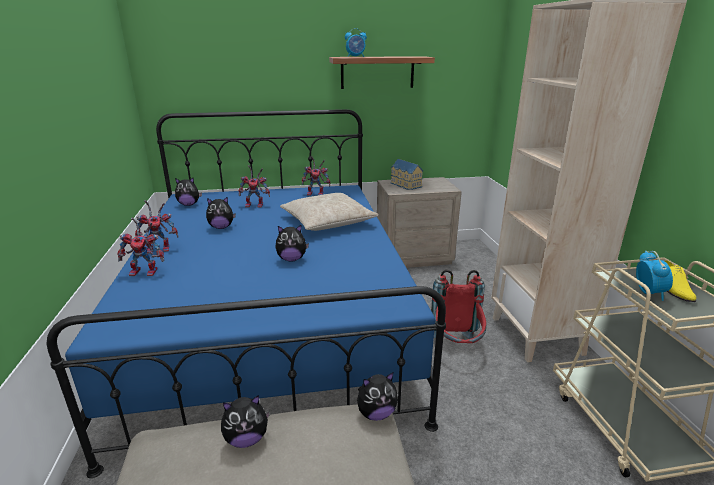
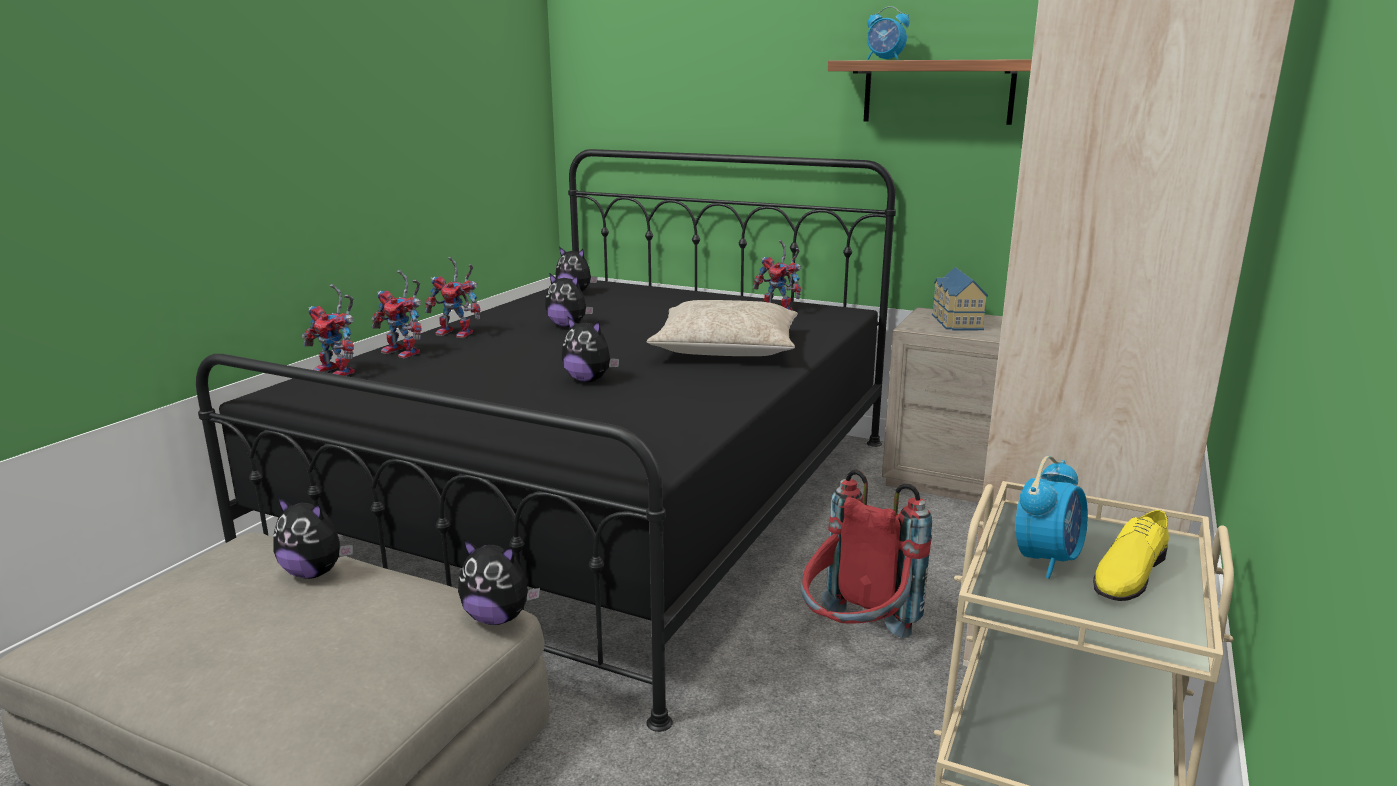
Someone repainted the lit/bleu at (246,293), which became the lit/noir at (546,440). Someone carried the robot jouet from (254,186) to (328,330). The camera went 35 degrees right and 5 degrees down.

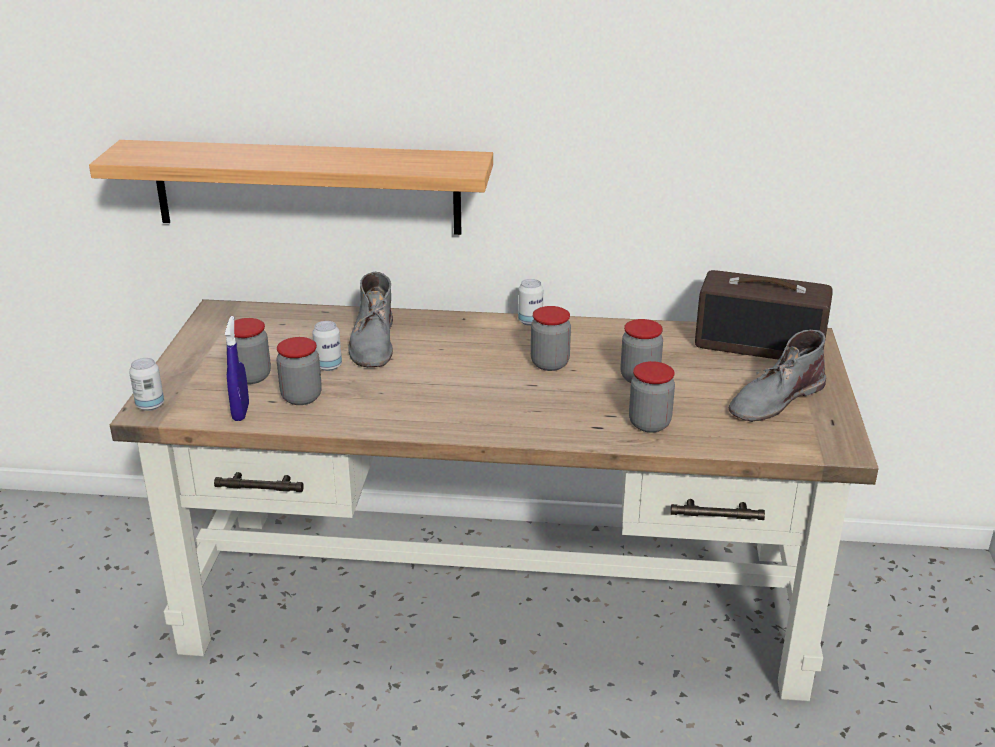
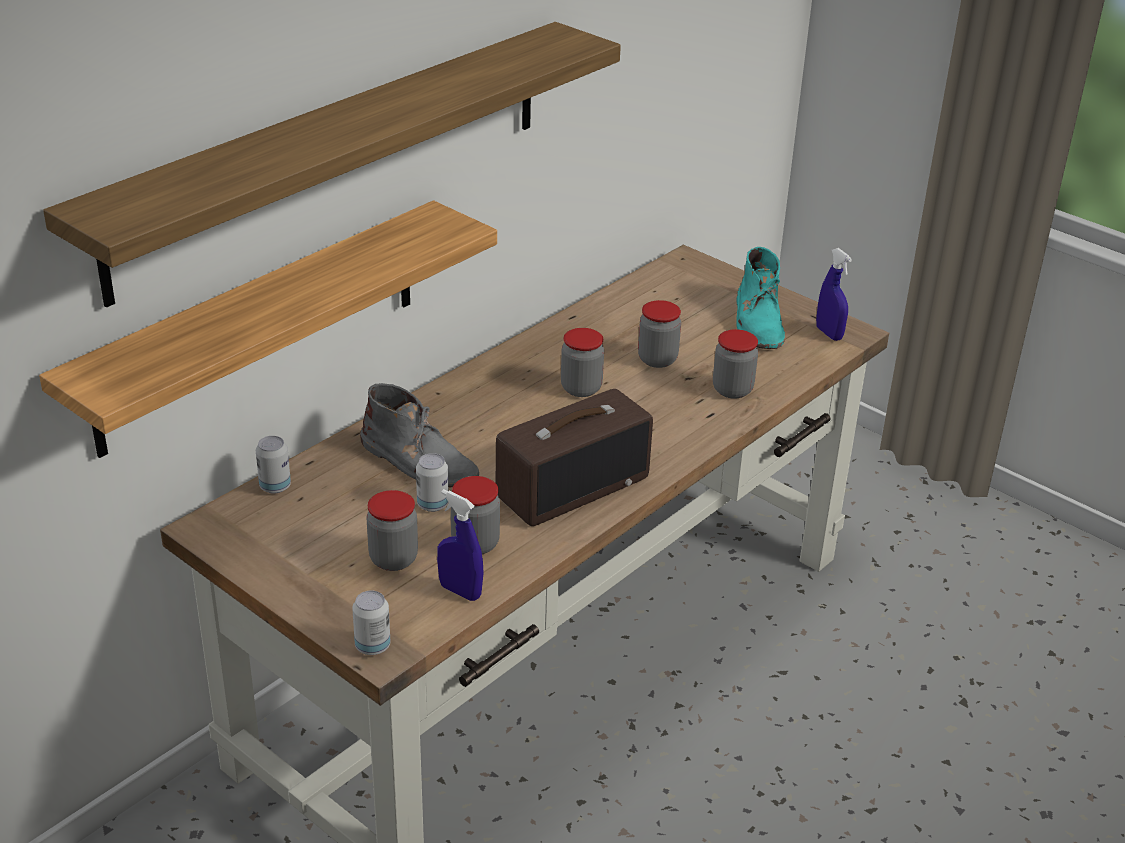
Someone put up the étagère at (332,164). Someone carried the boîte métallique from (530,302) to (273,465). Someone carried the radio from (764,315) to (574,457). Someone repainted the botte/gris at (777,376), which became the botte/turquoise at (760,298). Someone put down the vaporisateur/bleu at (834,294). The camera went 55 degrees left and 5 degrees up.

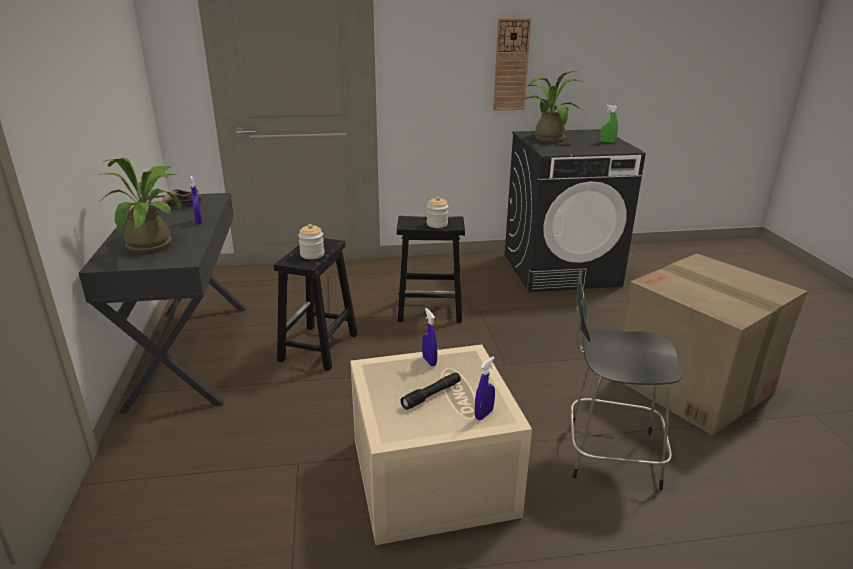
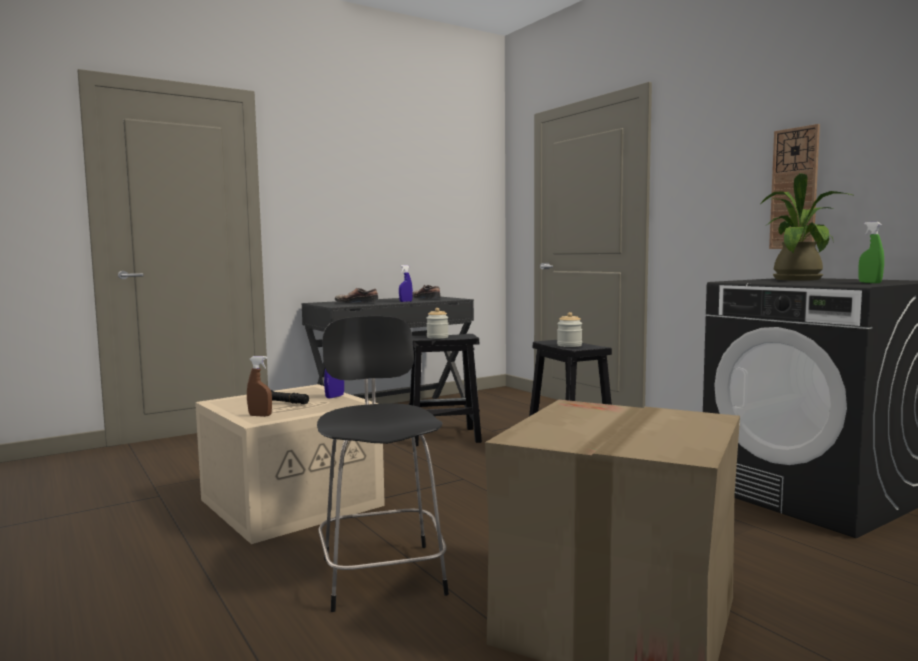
Someone repainted the vaporisateur/bleu at (485,388), which became the vaporisateur/marron at (259,386). Someone swapped the plante en pot at (140,205) for the chaussure at (356,295). The camera went 65 degrees right and 20 degrees down.

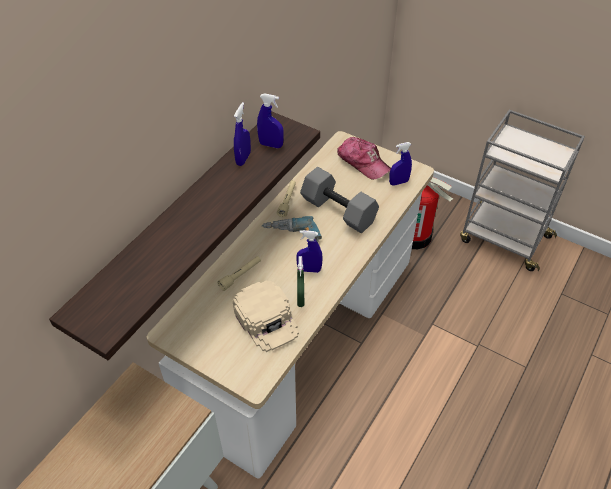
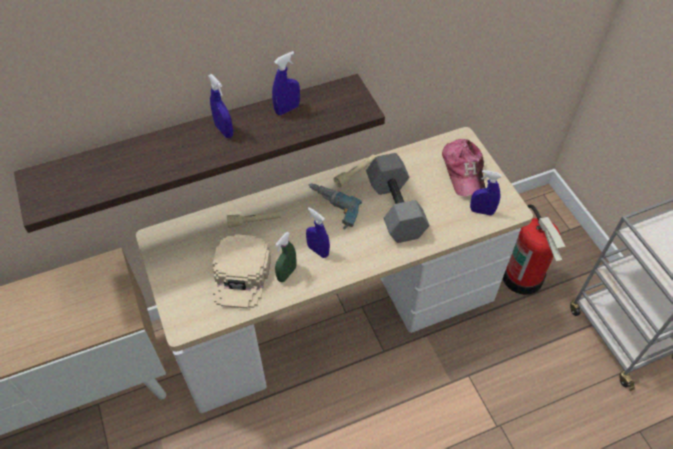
Someone carried the vaporisateur/bleu from (270,120) to (220,106). The camera went 35 degrees right and 5 degrees up.

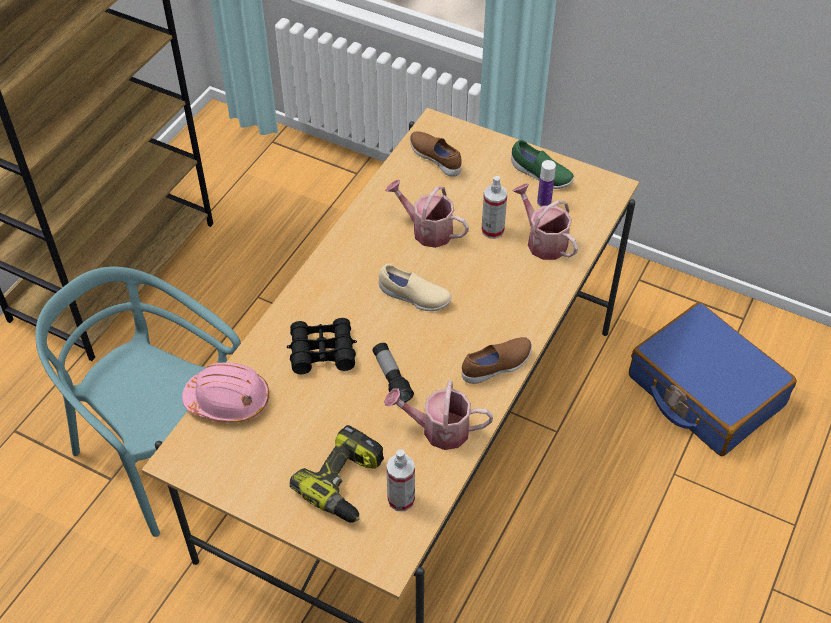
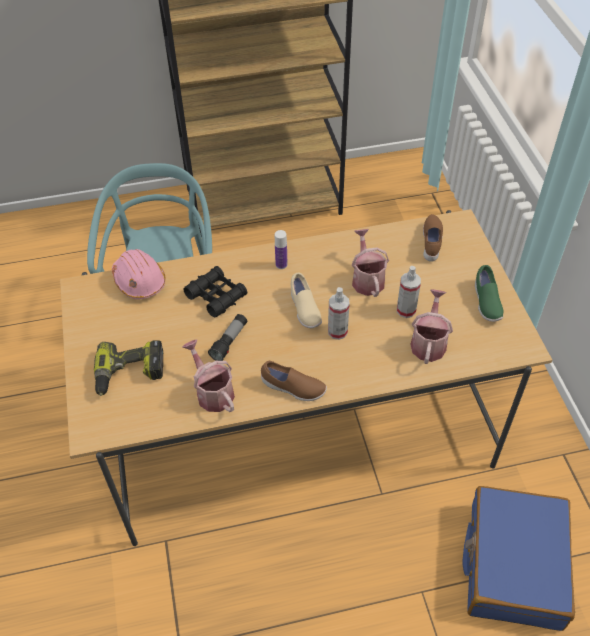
Someone carried the bouteille from (546,183) to (281,249). Someone carried the vaporisateur from (400,480) to (339,313). The camera went 50 degrees right and 0 degrees up.

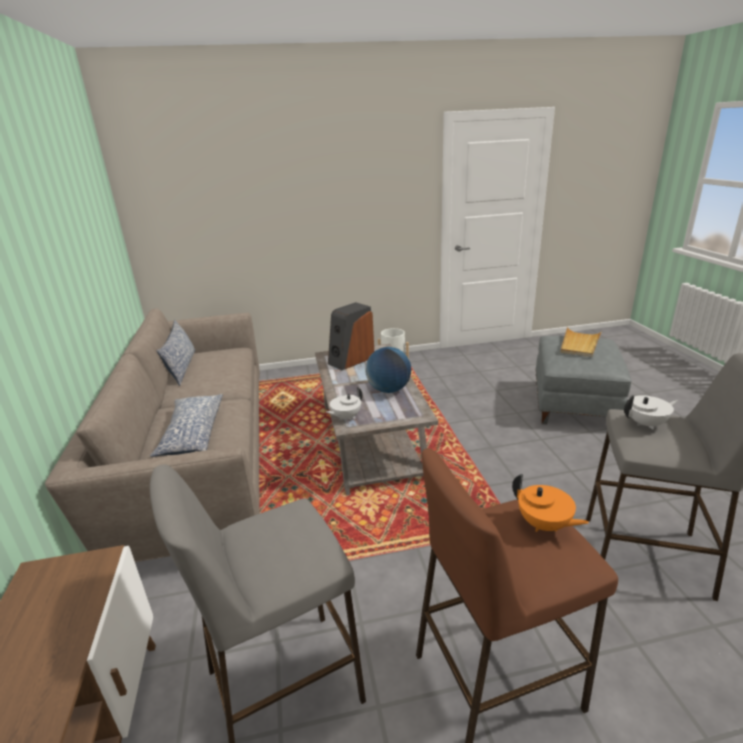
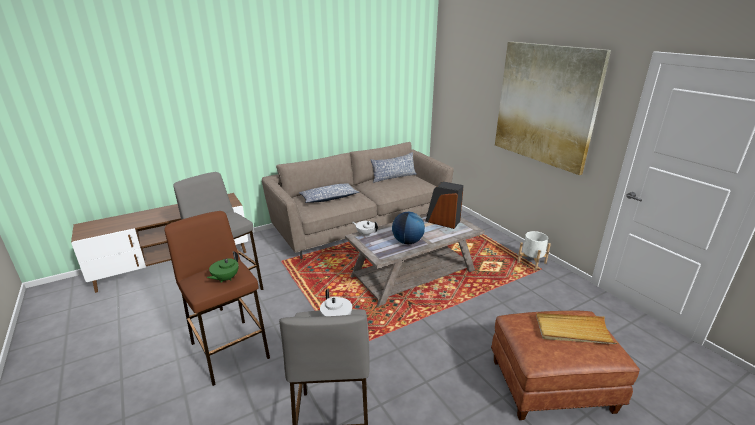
Someone repainted the théière/orange at (550,503), which became the théière/vert at (223,266). Someone repainted the pouf/gris at (583,380), which became the pouf/marron at (565,365). Someone put up the tableau at (553,108). The camera went 70 degrees right and 0 degrees up.

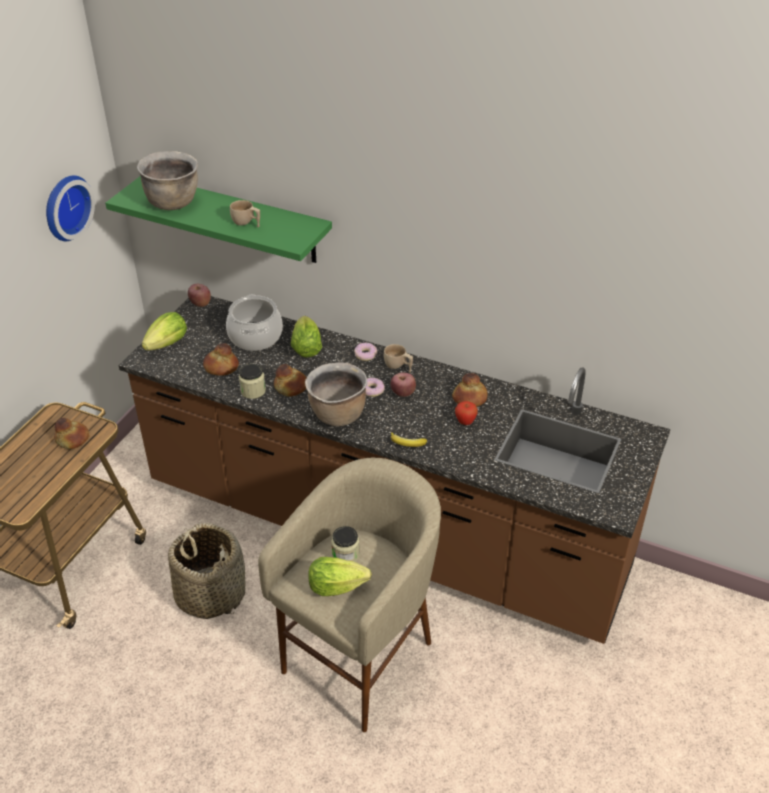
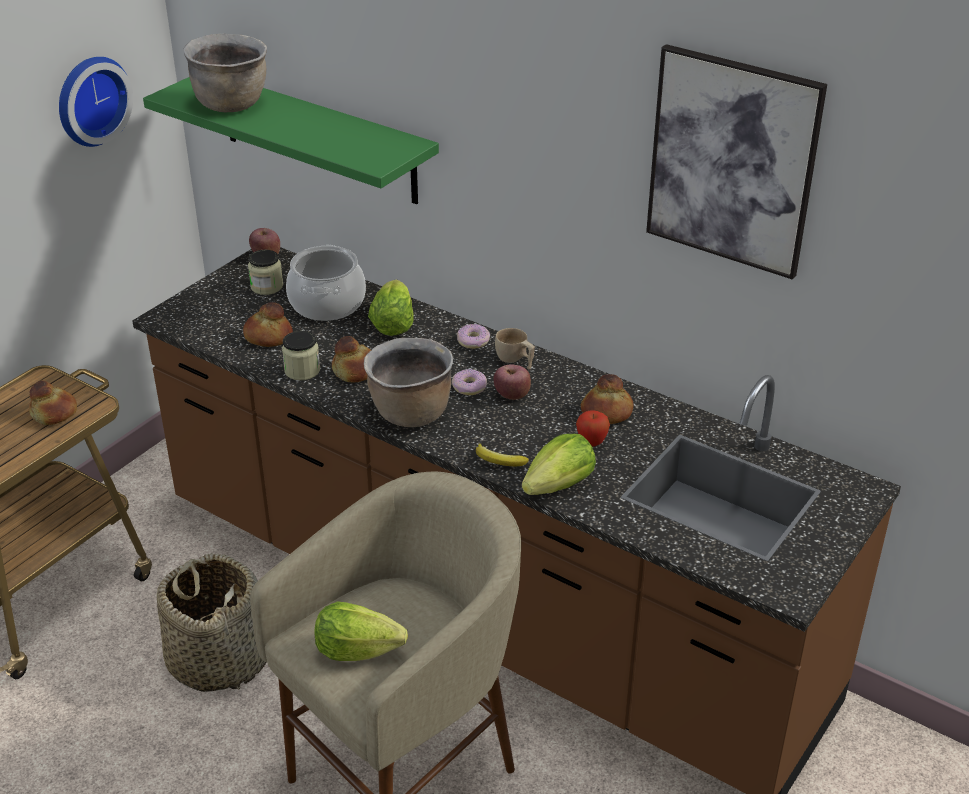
Someone carried the bocal from (345,544) to (265,272). Someone carried the laitue from (164,331) to (559,464). Someone put up the tableau at (736,161). Someone took away the tasse/beige at (245,213). The camera went 10 degrees right and 5 degrees down.

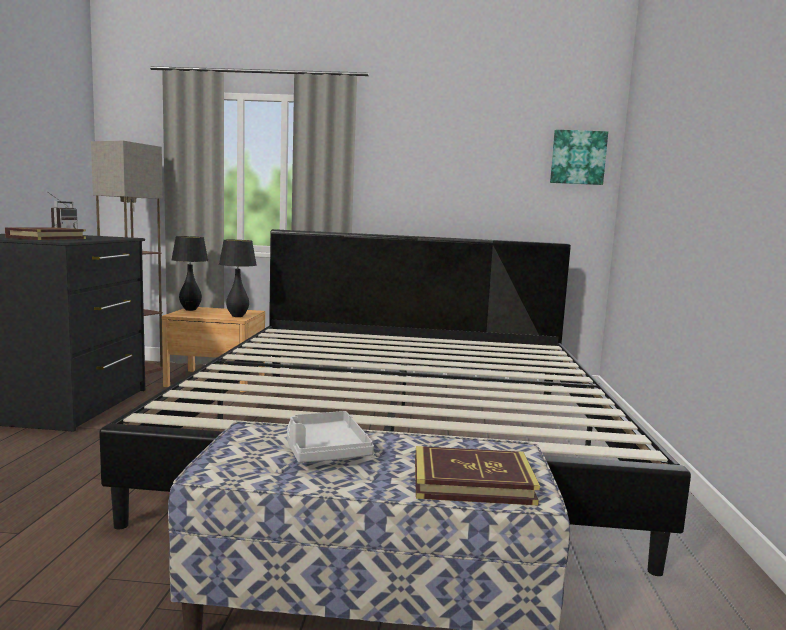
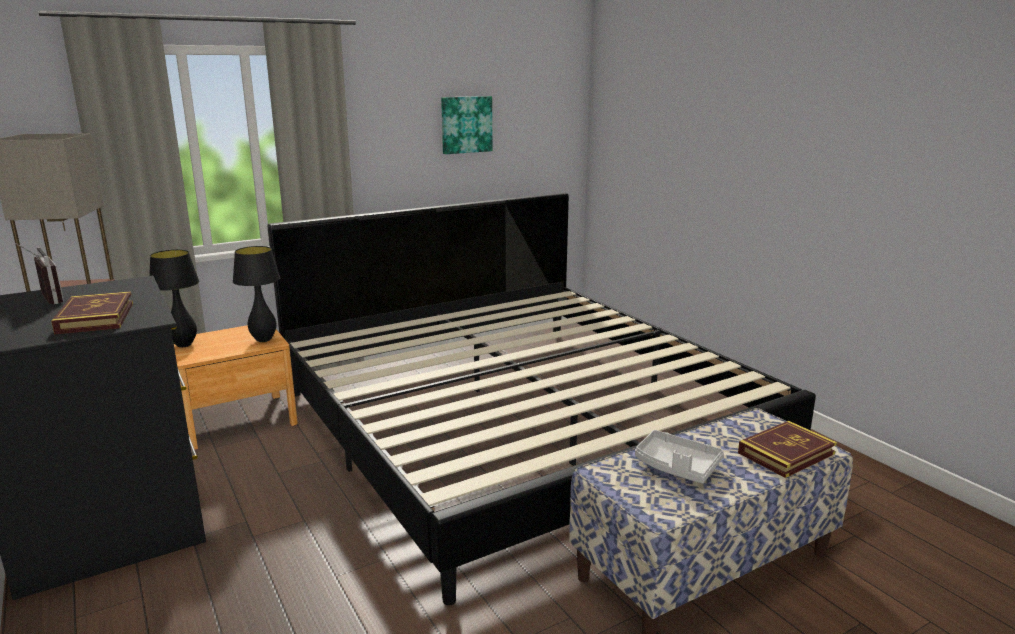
Someone carried the tableau from (579,157) to (467,125). The camera went 35 degrees left and 10 degrees up.

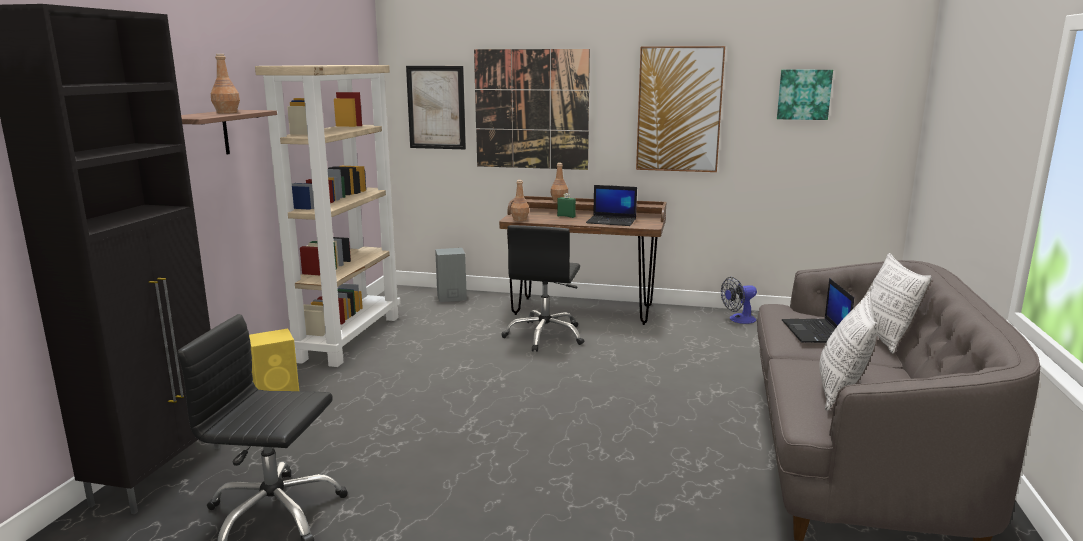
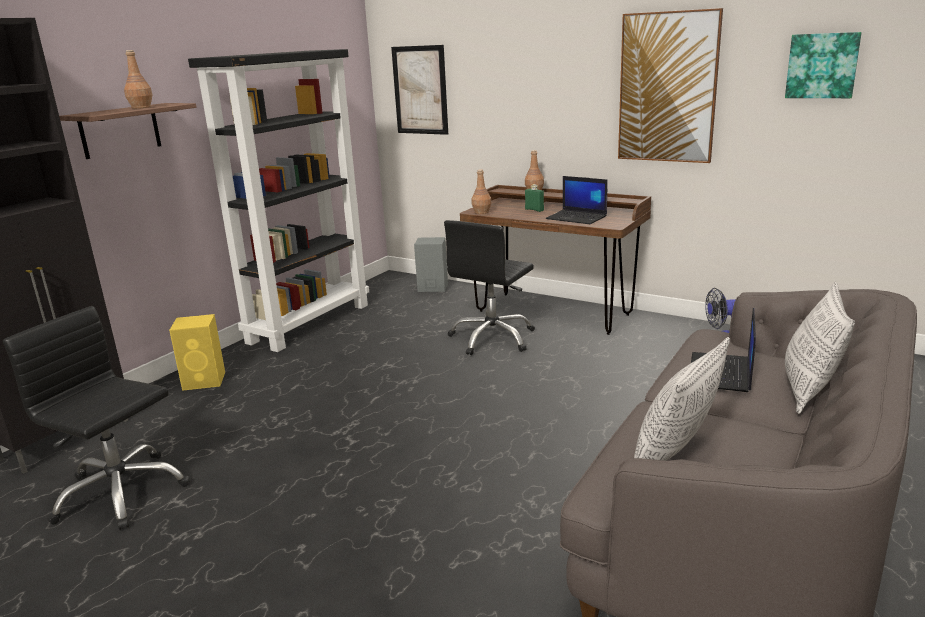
Someone repainted the bibliothèque/beige at (327,216), which became the bibliothèque/noir at (278,200). Someone took away the tableau at (532,109). The camera went 20 degrees right and 5 degrees up.

